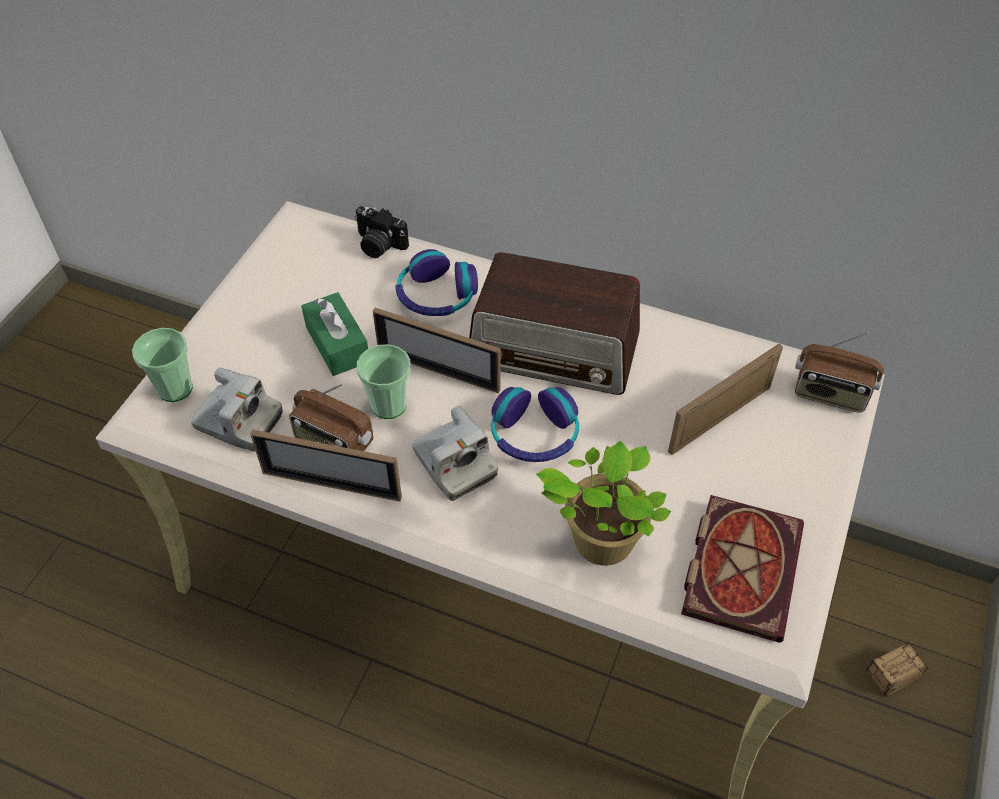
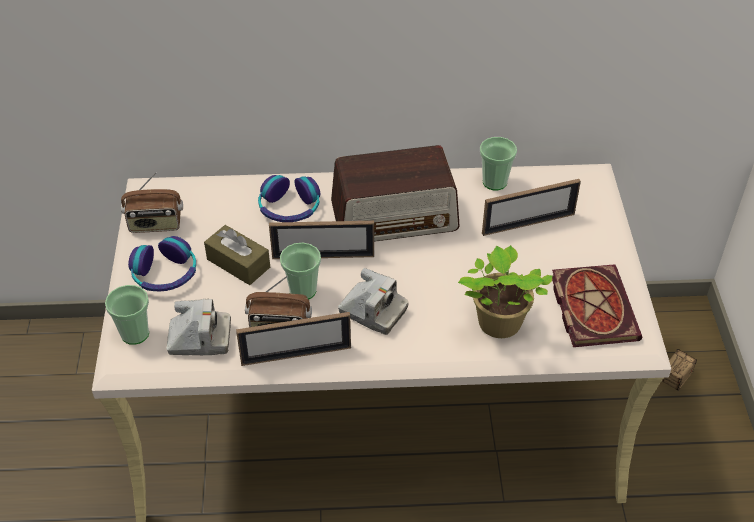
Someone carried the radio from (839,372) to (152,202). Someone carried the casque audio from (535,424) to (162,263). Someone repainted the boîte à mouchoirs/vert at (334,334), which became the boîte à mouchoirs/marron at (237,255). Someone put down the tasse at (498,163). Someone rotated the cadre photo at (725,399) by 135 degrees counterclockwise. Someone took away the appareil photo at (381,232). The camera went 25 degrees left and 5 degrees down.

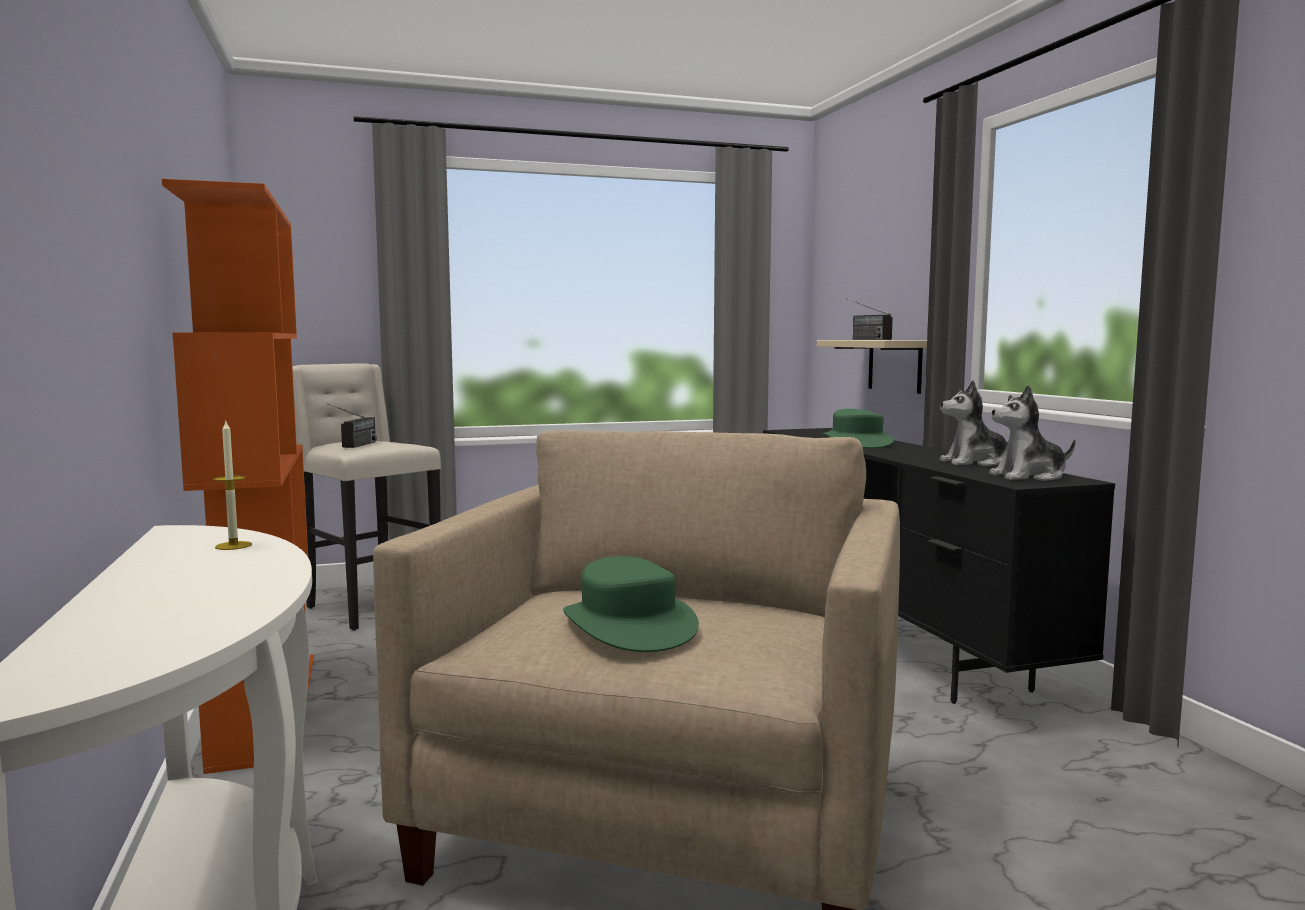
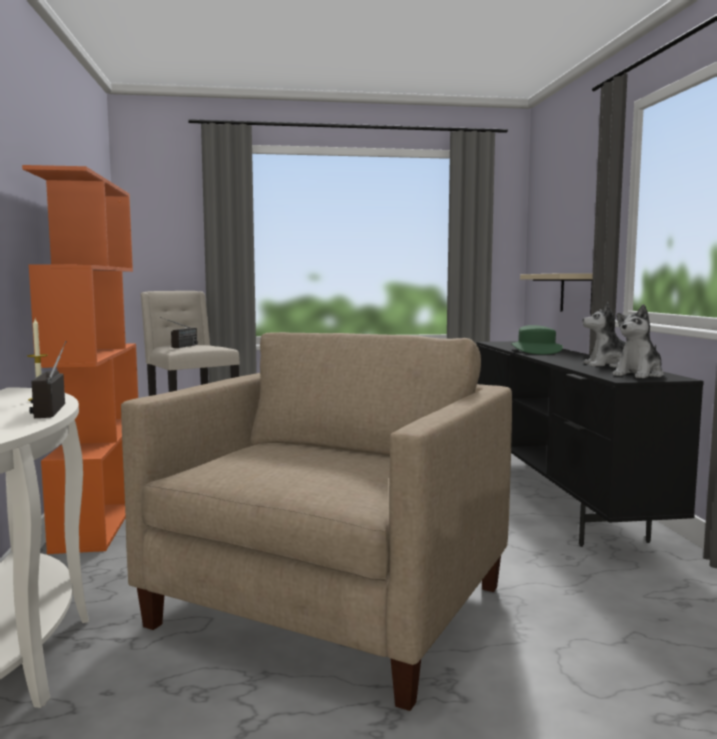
Someone carried the radio from (869,319) to (48,379). Someone rotated the peluche at (1032,433) by 45 degrees counterclockwise. Someone took away the chapeau/vert at (631,604). The camera went 10 degrees right and 0 degrees up.

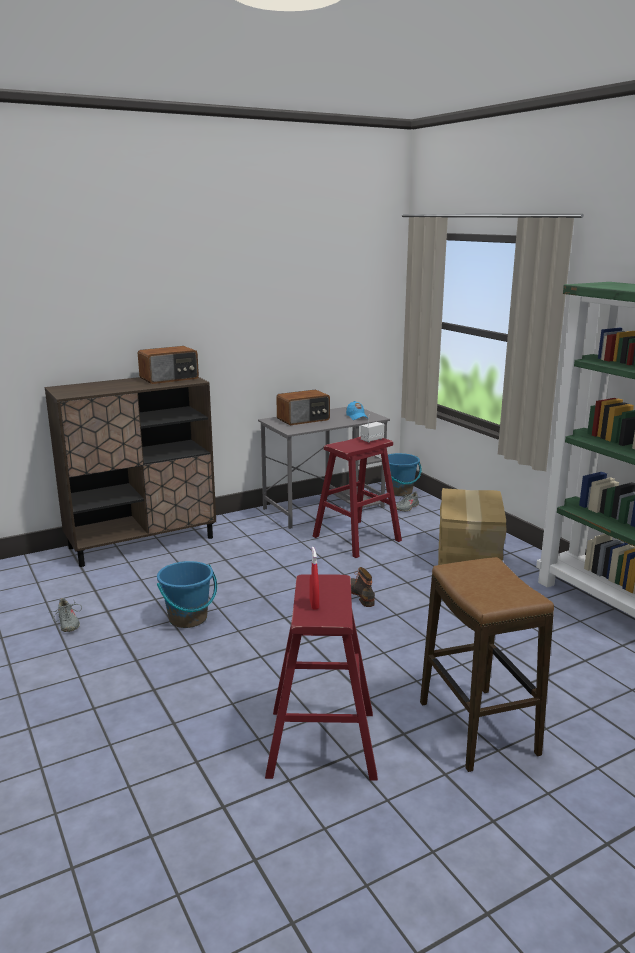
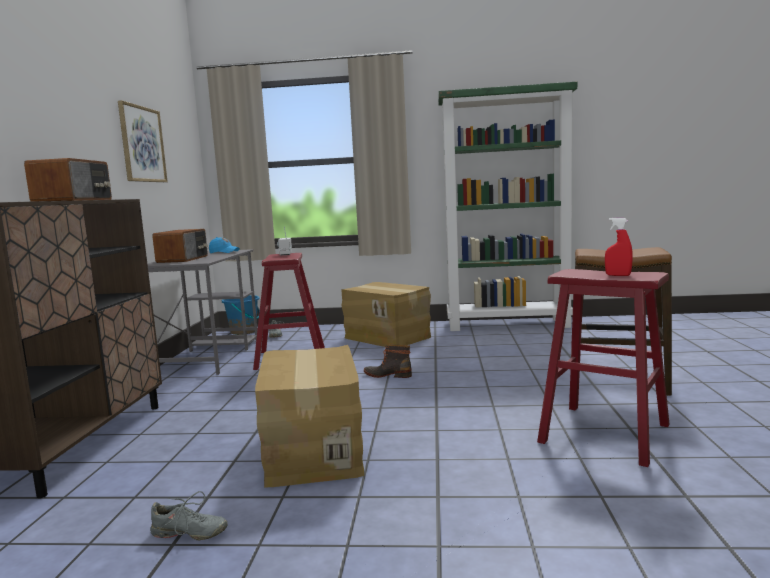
Someone put up the tableau at (143,141). Someone swapped the seau/bleu at (187,594) for the carton at (309,416). The camera went 55 degrees left and 10 degrees down.

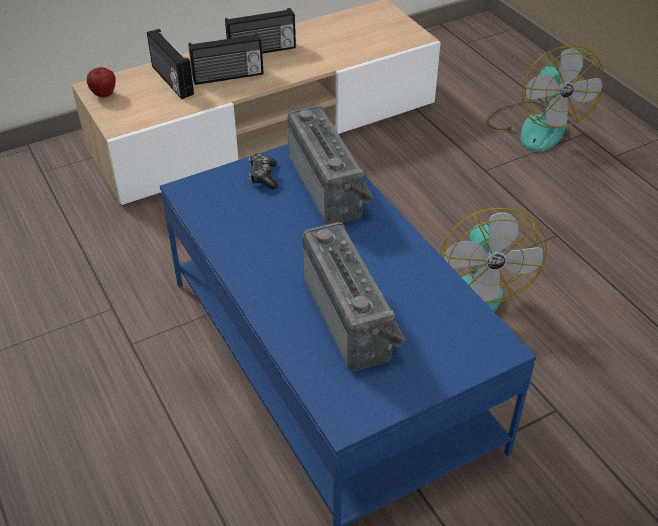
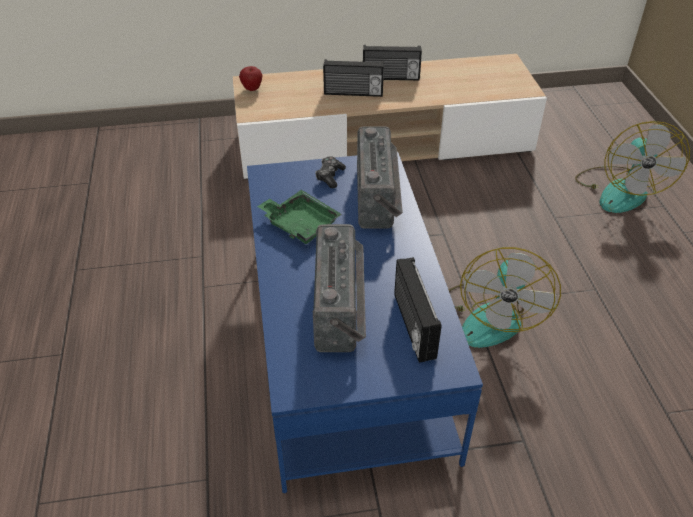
Someone put down the plateau/vert at (299,217). Someone carried the radio from (170,64) to (418,310). The camera went 20 degrees right and 0 degrees up.

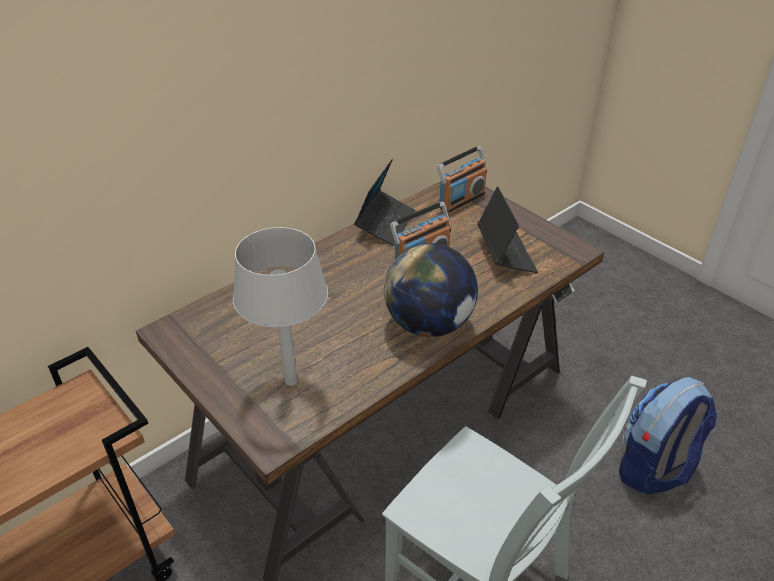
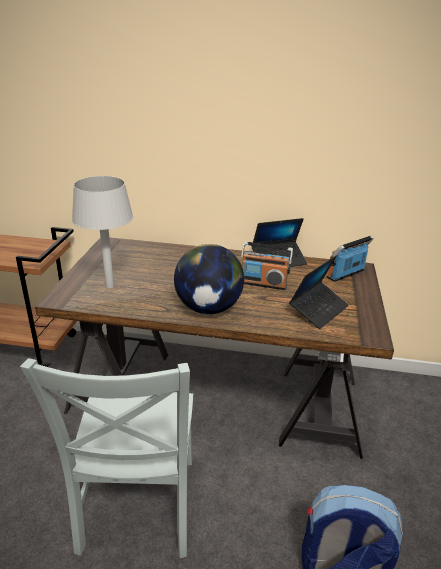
Someone rotated the radio at (462,179) by 135 degrees clockwise. The camera went 50 degrees right and 10 degrees down.

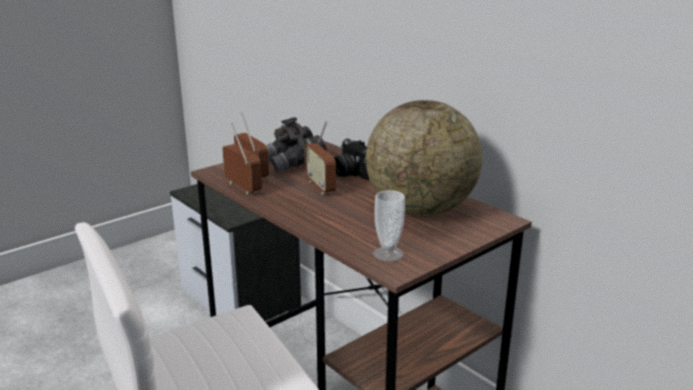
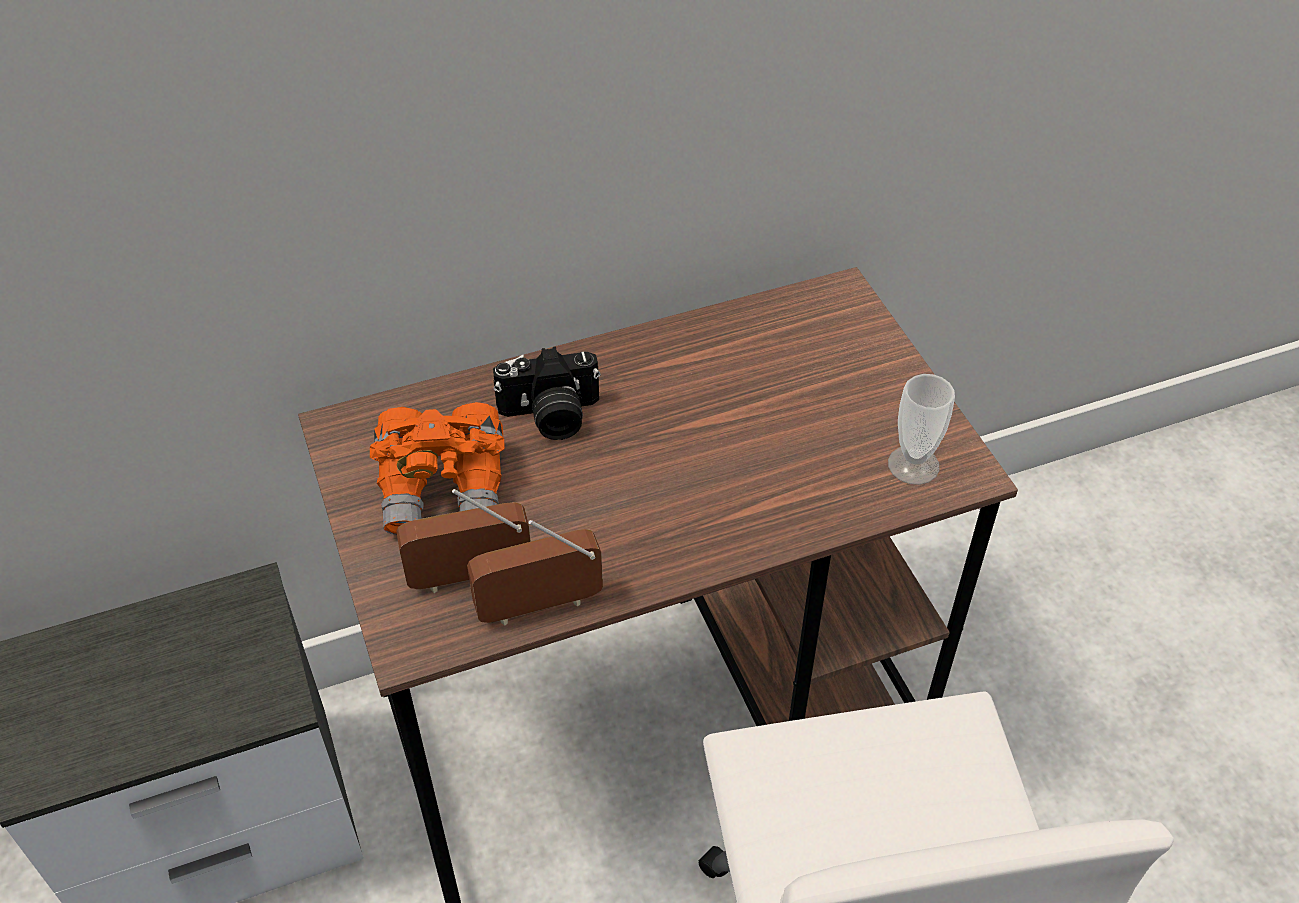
Someone repainted the jumelles/gris at (296,144), which became the jumelles/orange at (437,468). Someone took away the radio at (320,158). Someone took away the globe at (424,158). The camera went 70 degrees left and 25 degrees up.

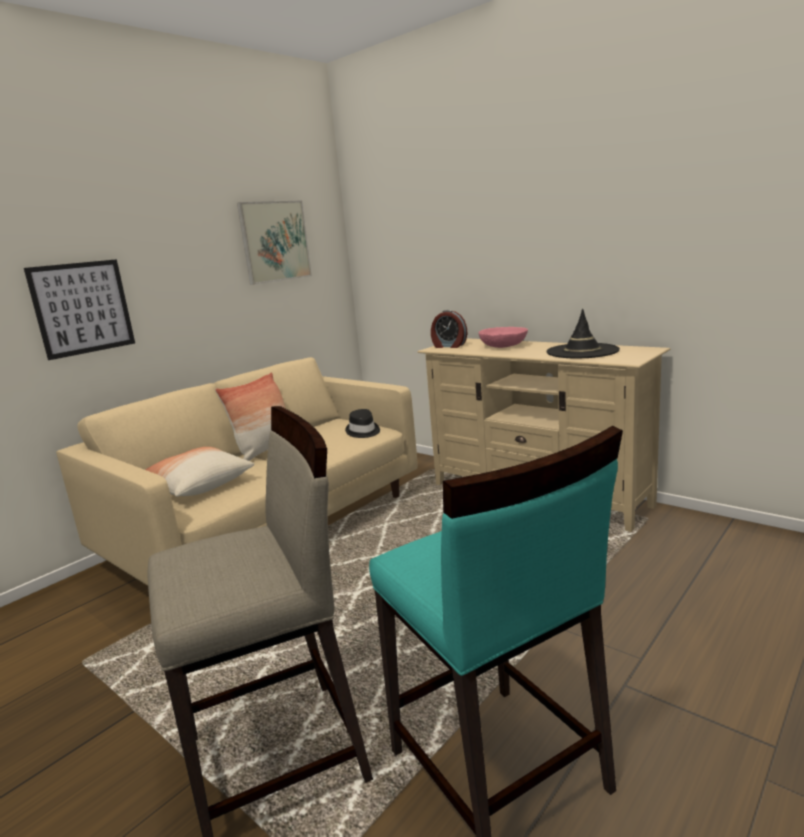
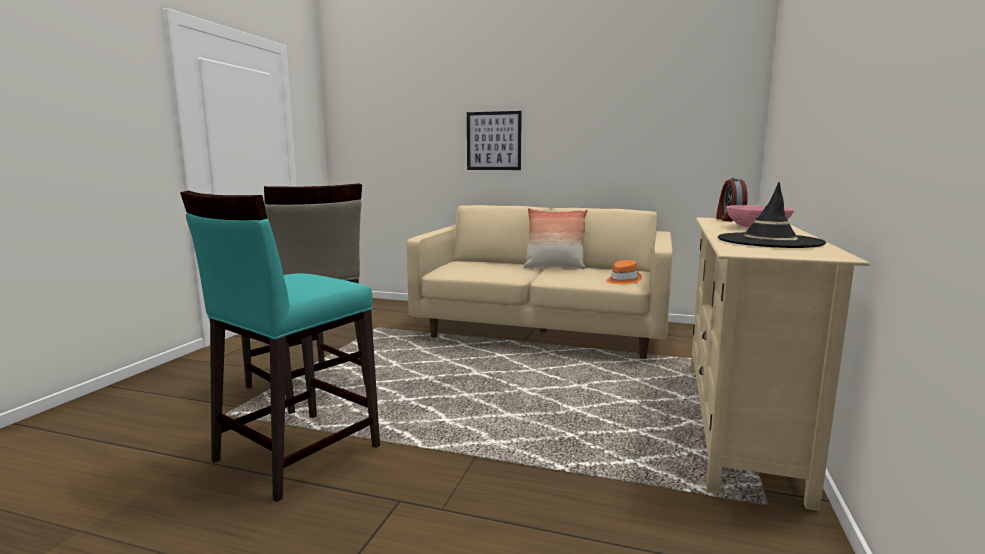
Someone repainted the chapeau/noir at (362,423), which became the chapeau/orange at (624,272). Someone took away the coussin at (200,472). Someone took away the tableau at (274,242). The camera went 65 degrees right and 5 degrees down.

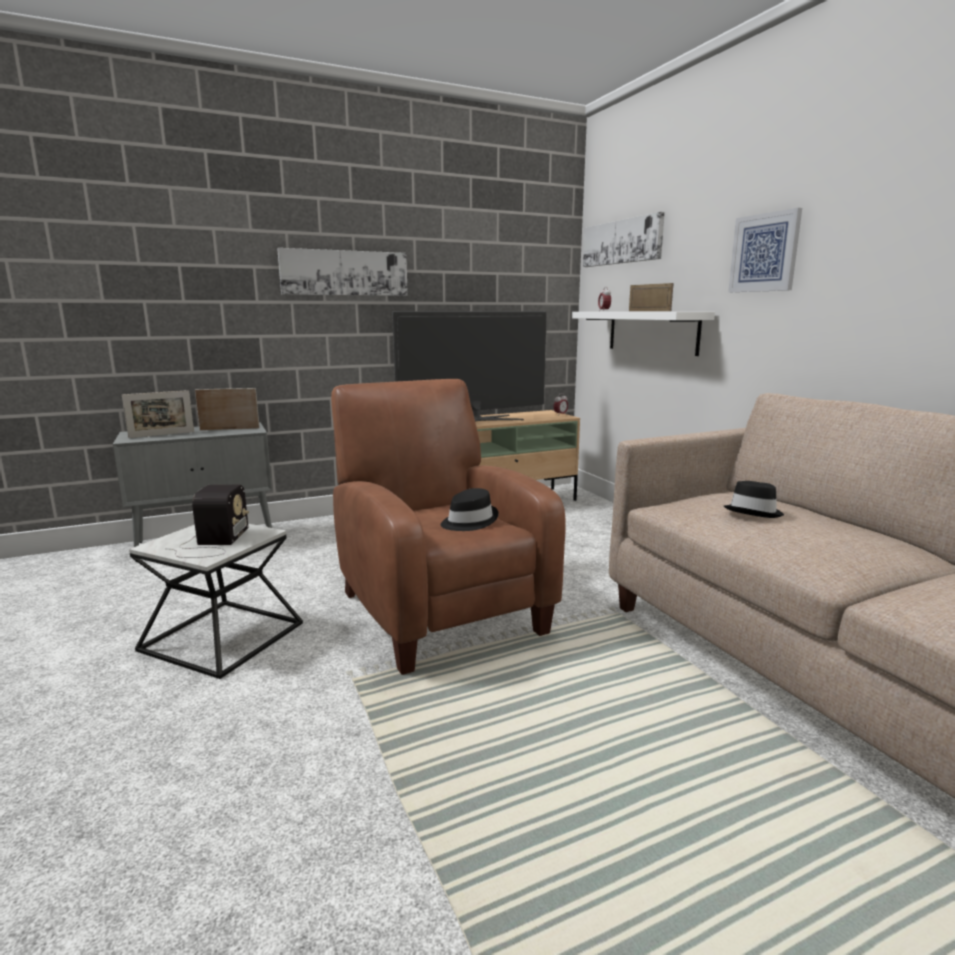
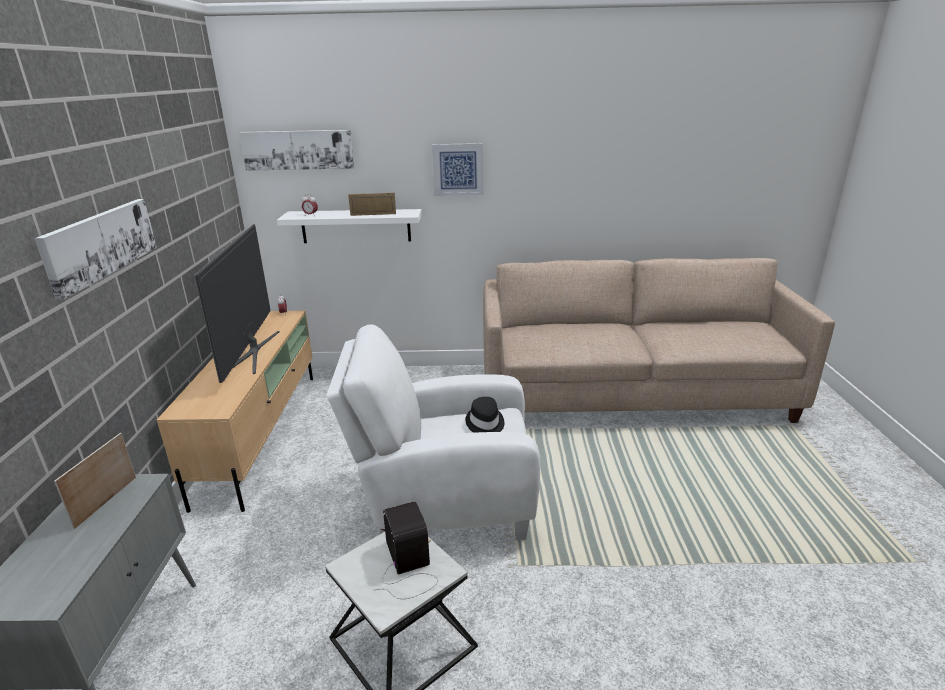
Someone repainted the fauteuil/marron at (448,527), which became the fauteuil/blanc at (433,432). Someone rotated the radio at (207,521) by 45 degrees clockwise. Someone took away the cadre photo at (158,414). Someone took away the chapeau/noir at (754,499). The camera went 65 degrees left and 10 degrees up.

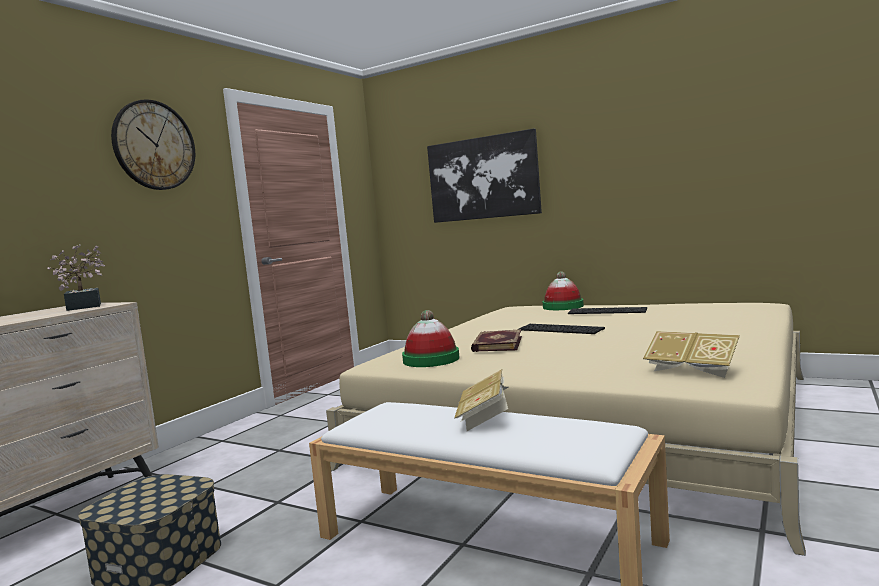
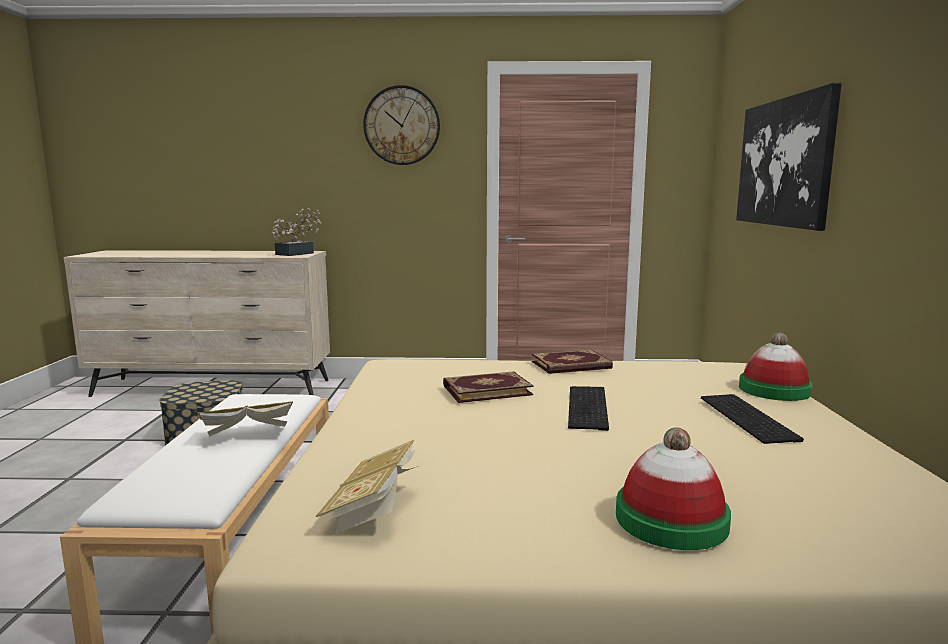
Someone put down the livre at (572,361). Someone carried the chapeau from (430,338) to (673,488). The camera went 60 degrees right and 5 degrees up.

